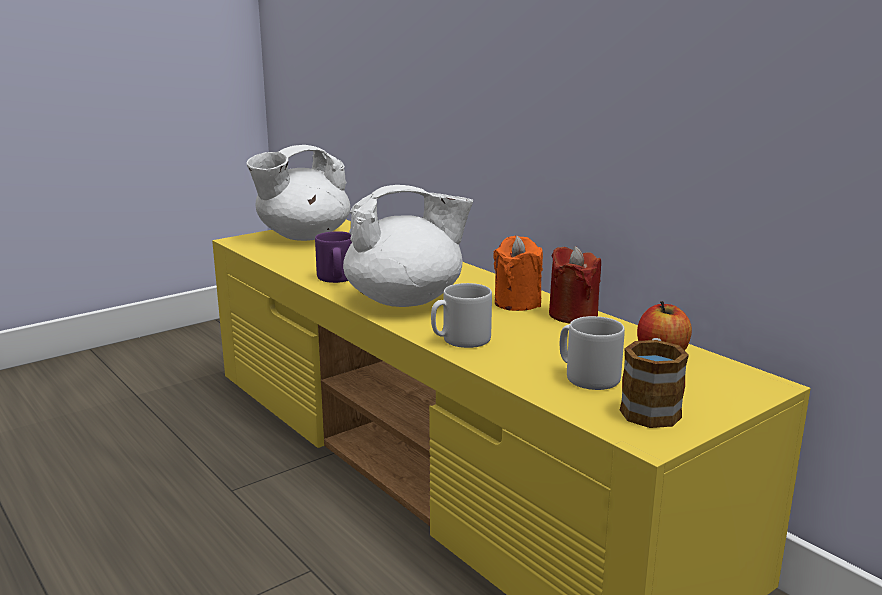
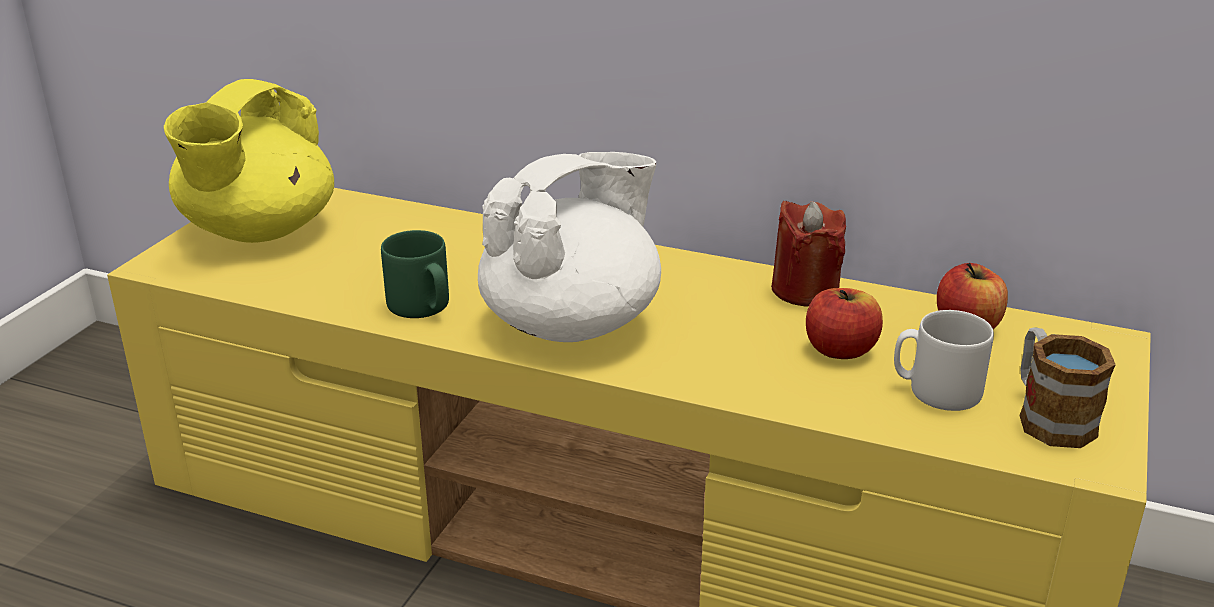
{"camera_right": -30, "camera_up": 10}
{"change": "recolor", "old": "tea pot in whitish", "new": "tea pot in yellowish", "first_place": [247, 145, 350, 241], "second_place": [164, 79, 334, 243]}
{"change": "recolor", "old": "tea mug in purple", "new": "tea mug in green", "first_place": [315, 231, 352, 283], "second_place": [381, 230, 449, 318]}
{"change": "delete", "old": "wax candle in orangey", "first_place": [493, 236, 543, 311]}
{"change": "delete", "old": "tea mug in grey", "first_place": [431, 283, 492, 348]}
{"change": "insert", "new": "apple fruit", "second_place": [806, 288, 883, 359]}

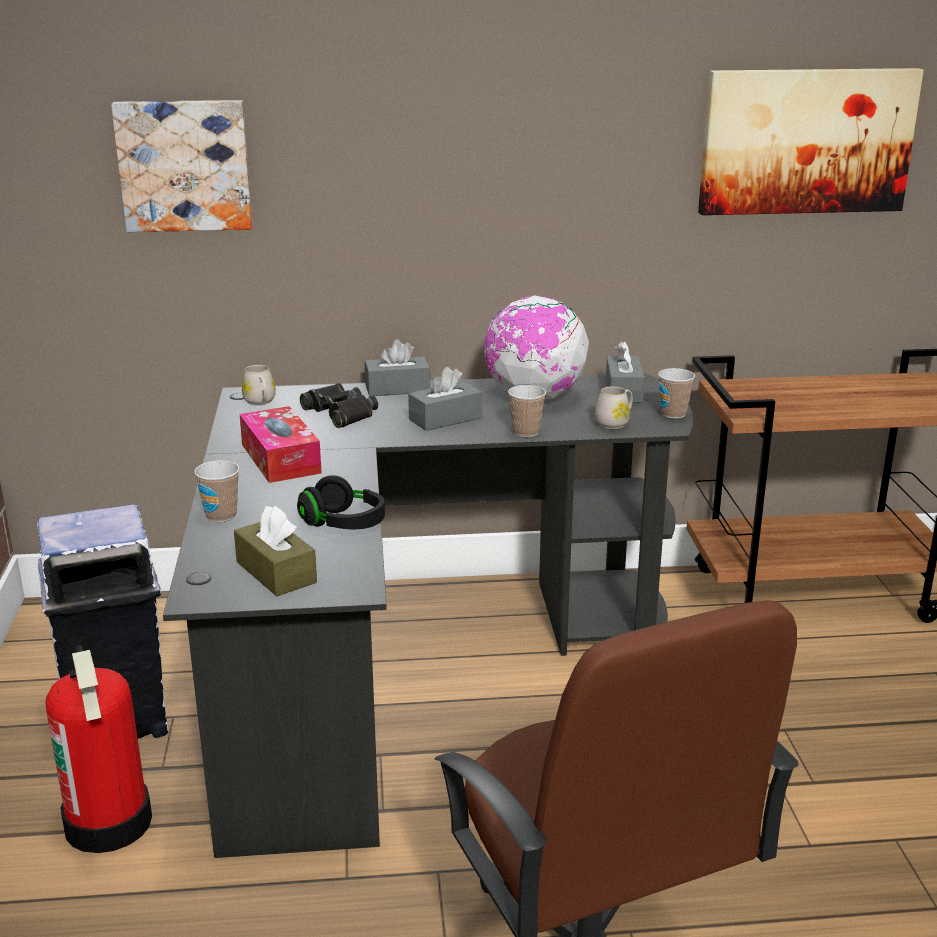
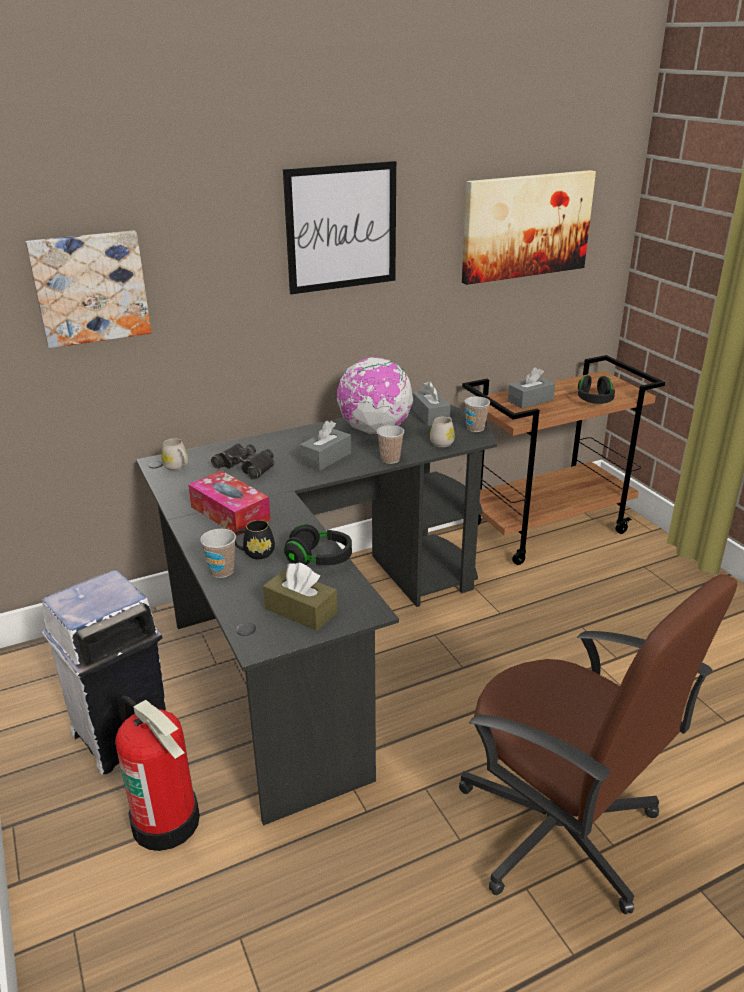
{"camera_right": -20, "camera_up": 5}
{"change": "move", "old": "tissue holder in grey", "first_place": [365, 339, 431, 396], "second_place": [508, 368, 555, 408]}
{"change": "insert", "new": "picture", "second_place": [283, 161, 396, 294]}
{"change": "insert", "new": "headset in blackish", "second_place": [578, 375, 615, 404]}
{"change": "insert", "new": "tea mug in blackish", "second_place": [234, 520, 275, 559]}

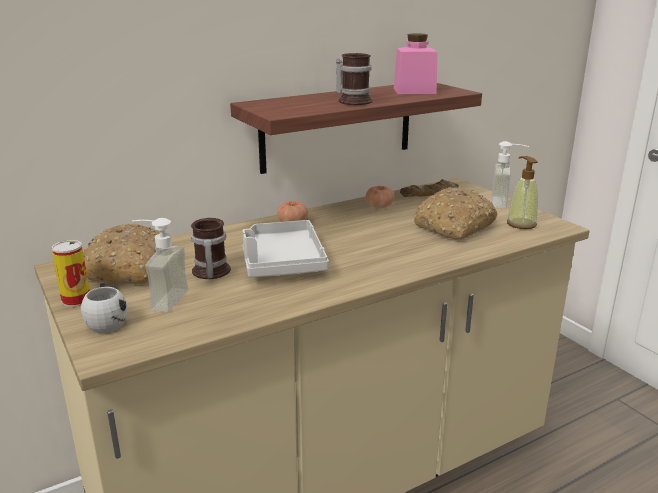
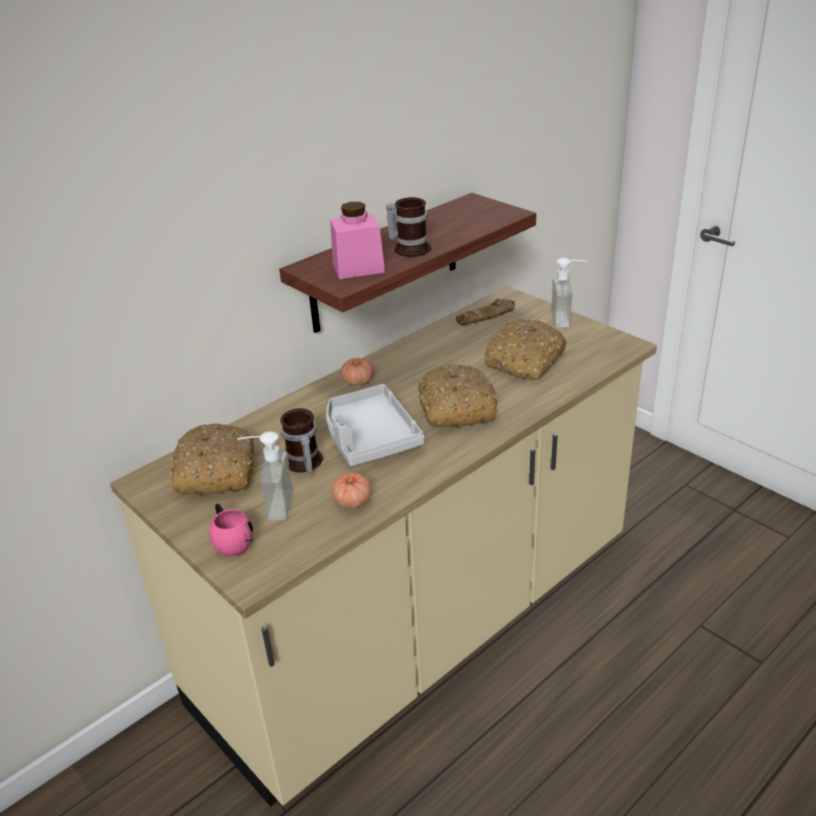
{"camera_right": -10, "camera_up": 10}
{"change": "move", "old": "storage jar in pinkish", "first_place": [394, 33, 437, 94], "second_place": [330, 202, 385, 279]}
{"change": "delete", "old": "liquid soap bottle", "first_place": [507, 156, 538, 229]}
{"change": "move", "old": "fresh tomato", "first_place": [366, 186, 395, 208], "second_place": [331, 473, 372, 508]}
{"change": "delete", "old": "metal can", "first_place": [51, 240, 90, 307]}
{"change": "recolor", "old": "tea mug in whitish", "new": "tea mug in pinkish", "first_place": [81, 283, 127, 333], "second_place": [209, 504, 253, 556]}
{"change": "insert", "new": "bread", "second_place": [418, 364, 498, 427]}

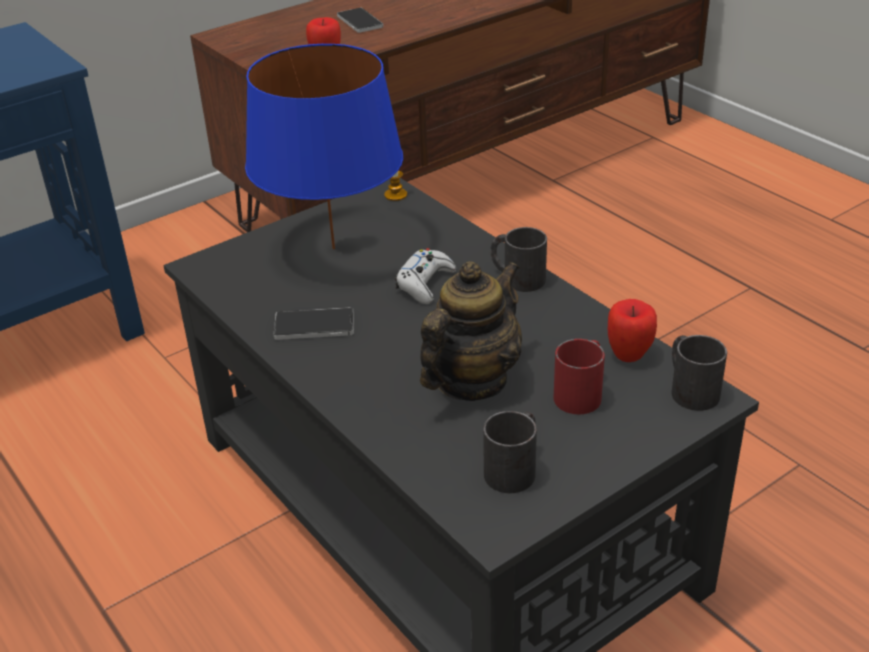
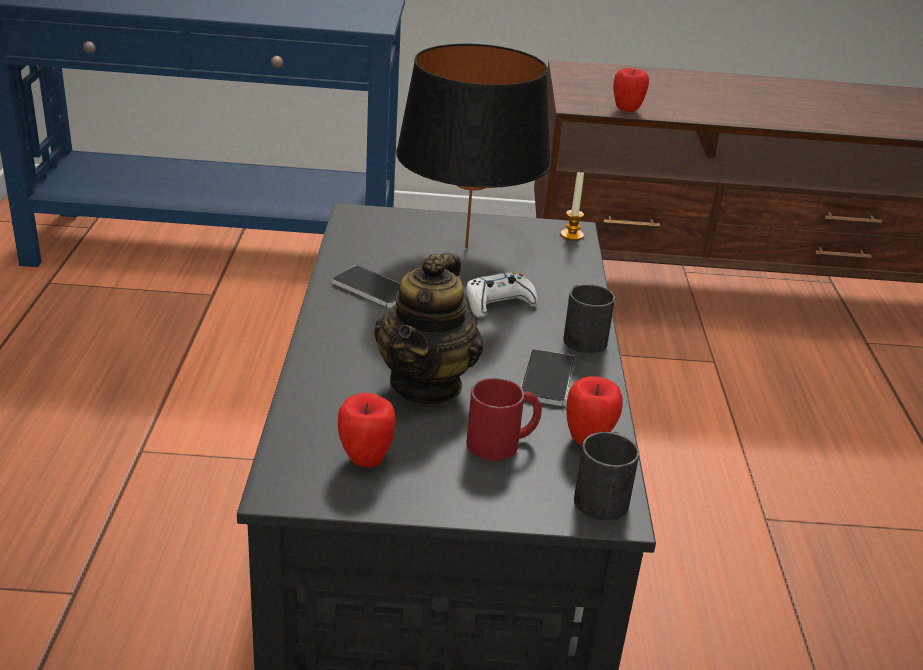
{"camera_right": 35, "camera_up": -5}
{"change": "move", "old": "handset", "first_place": [337, 8, 383, 33], "second_place": [521, 349, 575, 406]}
{"change": "recolor", "old": "tabletop lamp in blue", "new": "tabletop lamp in blackish", "first_place": [245, 44, 403, 249], "second_place": [396, 44, 551, 248]}
{"change": "rotate", "old": "tea pot", "first_place": [420, 261, 522, 401], "second_place": [374, 252, 483, 405], "degrees": 120}
{"change": "replace", "old": "tea mug in blackish", "new": "apple fruit", "first_place": [483, 411, 537, 493], "second_place": [338, 393, 396, 468]}

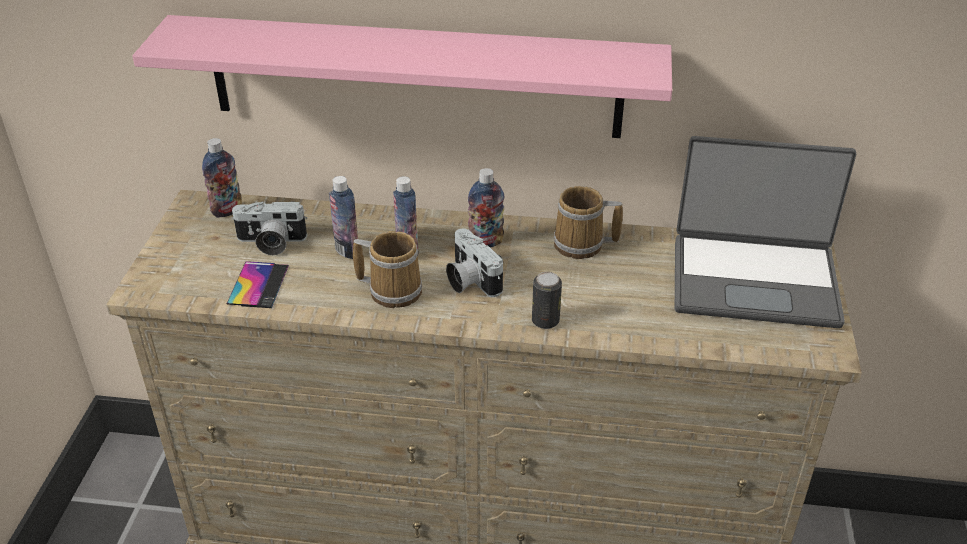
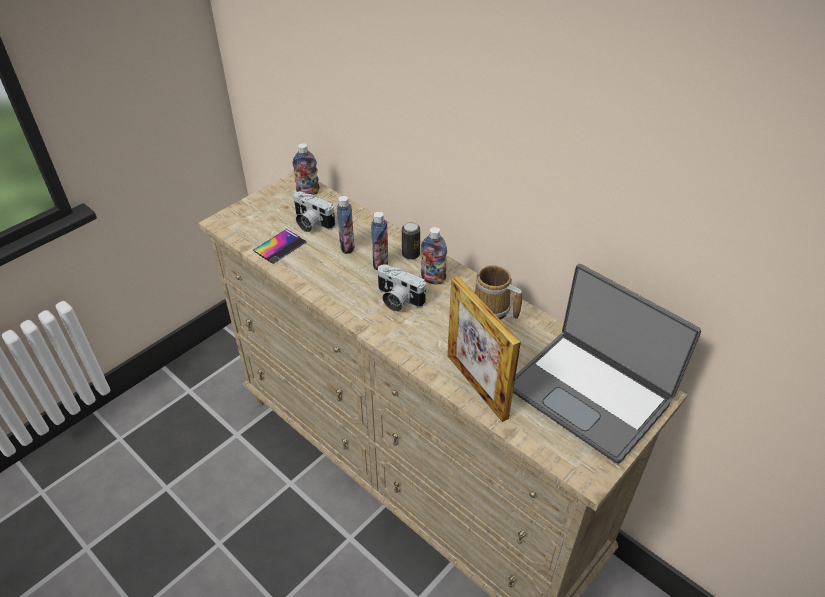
{"camera_right": 35, "camera_up": 5}
{"change": "delete", "old": "shelf in pinkish", "first_place": [132, 15, 672, 138]}
{"change": "rotate", "old": "still camera", "first_place": [446, 229, 503, 297], "second_place": [377, 264, 426, 312], "degrees": -60}
{"change": "delete", "old": "tea mug", "first_place": [353, 231, 422, 308]}
{"change": "move", "old": "metal can", "first_place": [532, 272, 562, 329], "second_place": [402, 222, 420, 260]}
{"change": "insert", "new": "picture frame", "second_place": [447, 276, 521, 422]}

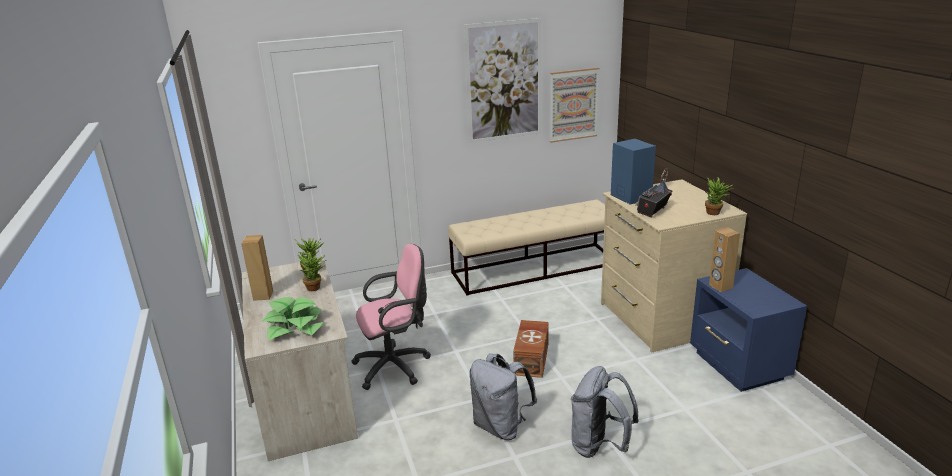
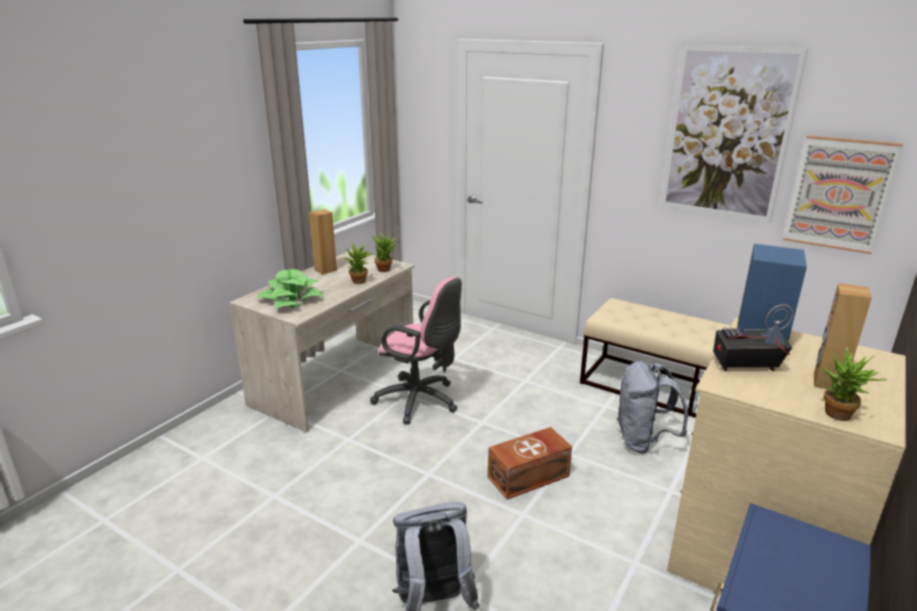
{"camera_right": 50, "camera_up": 0}
{"change": "move", "old": "loudspeaker in brown-coloured", "first_place": [709, 227, 740, 292], "second_place": [814, 283, 872, 389]}
{"change": "move", "old": "rucksack in grey", "first_place": [469, 354, 537, 440], "second_place": [616, 361, 688, 454]}

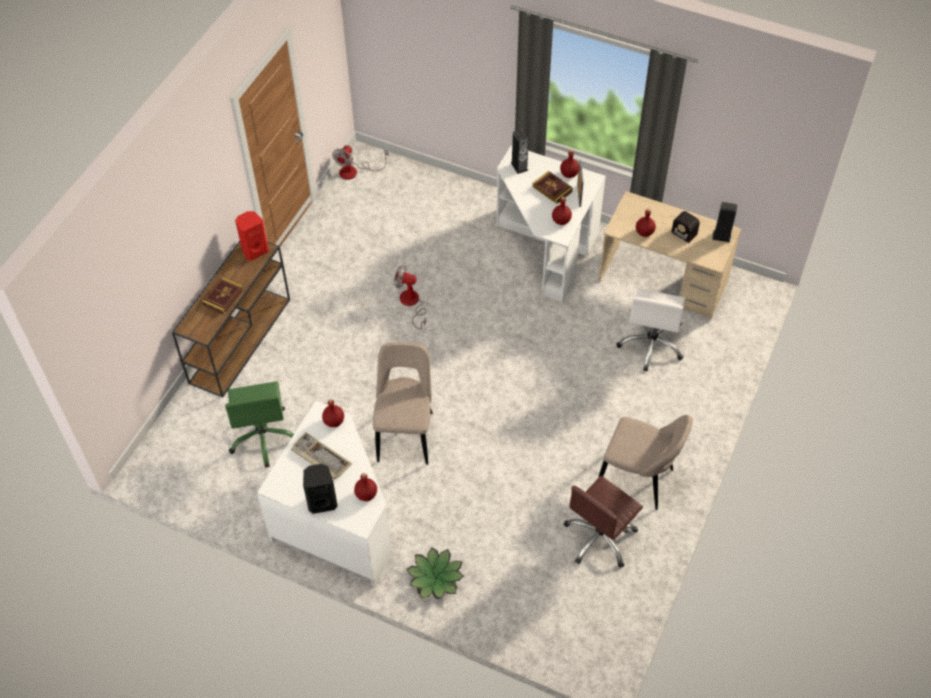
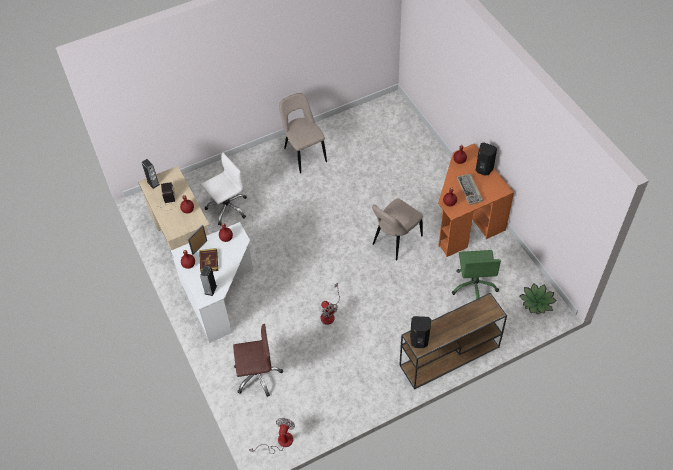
{"camera_right": -140, "camera_up": 0}
{"change": "rotate", "old": "electric fan", "first_place": [332, 145, 389, 180], "second_place": [249, 418, 295, 454], "degrees": -45}
{"change": "recolor", "old": "loudspeaker in reddish", "new": "loudspeaker in blackish", "first_place": [235, 211, 269, 261], "second_place": [410, 316, 431, 348]}
{"change": "delete", "old": "book", "first_place": [202, 277, 244, 314]}
{"change": "rotate", "old": "desk chair in green", "first_place": [225, 381, 294, 468], "second_place": [452, 250, 501, 299], "degrees": 150}
{"change": "recolor", "old": "desk table in whitish", "new": "desk table in orangey", "first_place": [257, 401, 392, 586], "second_place": [438, 144, 514, 257]}
{"change": "move", "old": "desk chair in brown-coloured", "first_place": [564, 476, 643, 568], "second_place": [233, 324, 283, 397]}
{"change": "move", "old": "plant in a pot", "first_place": [406, 547, 464, 600], "second_place": [520, 284, 557, 315]}

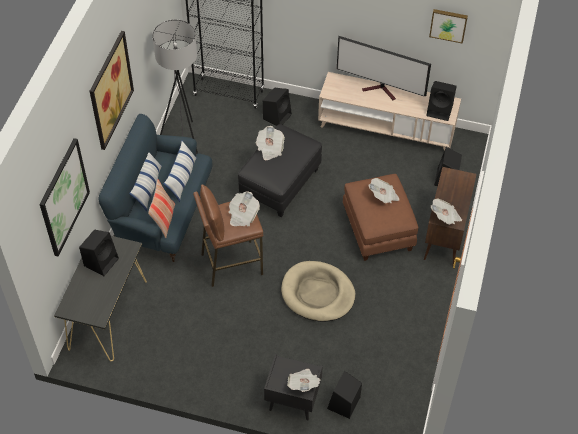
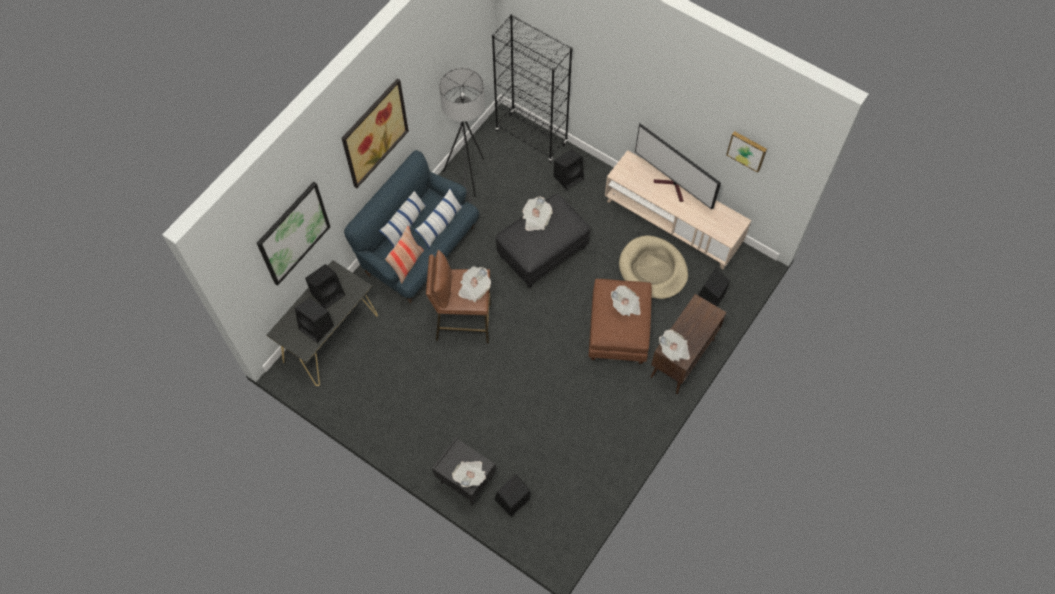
{"camera_right": 20, "camera_up": 10}
{"change": "move", "old": "loudspeaker in blackish", "first_place": [426, 81, 457, 121], "second_place": [295, 298, 334, 343]}
{"change": "move", "old": "dog bed in sand-coloured", "first_place": [281, 261, 356, 322], "second_place": [619, 235, 688, 299]}

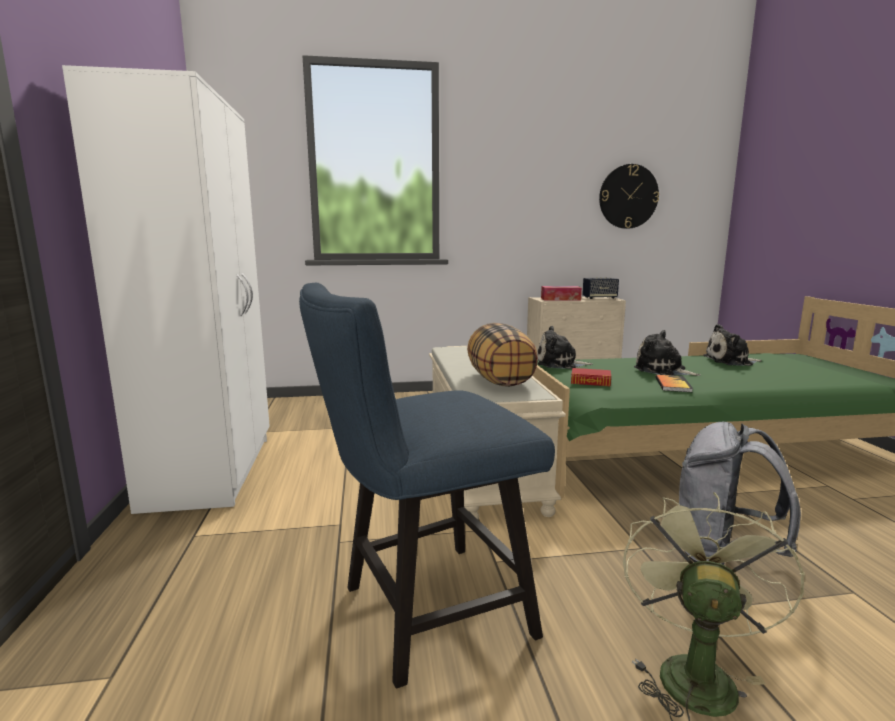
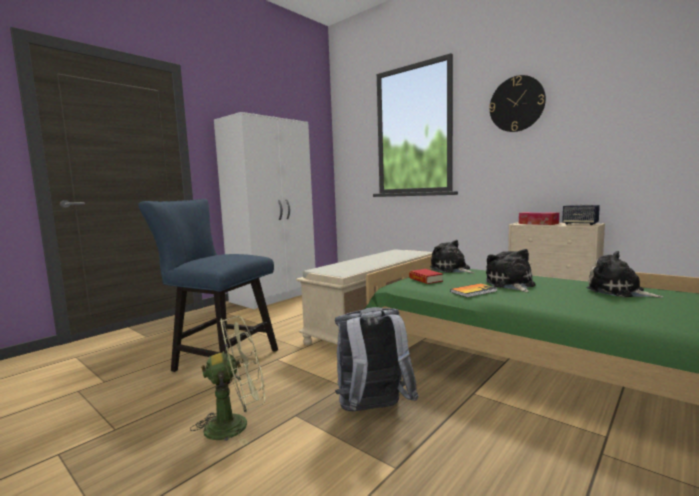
{"camera_right": 50, "camera_up": -5}
{"change": "move", "old": "hanging clock", "first_place": [599, 164, 659, 229], "second_place": [489, 75, 546, 132]}
{"change": "delete", "old": "pillow", "first_place": [467, 323, 538, 387]}

